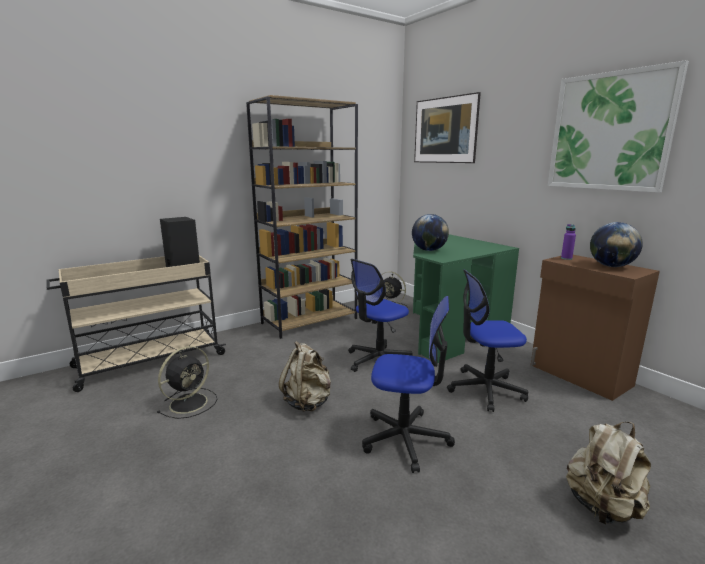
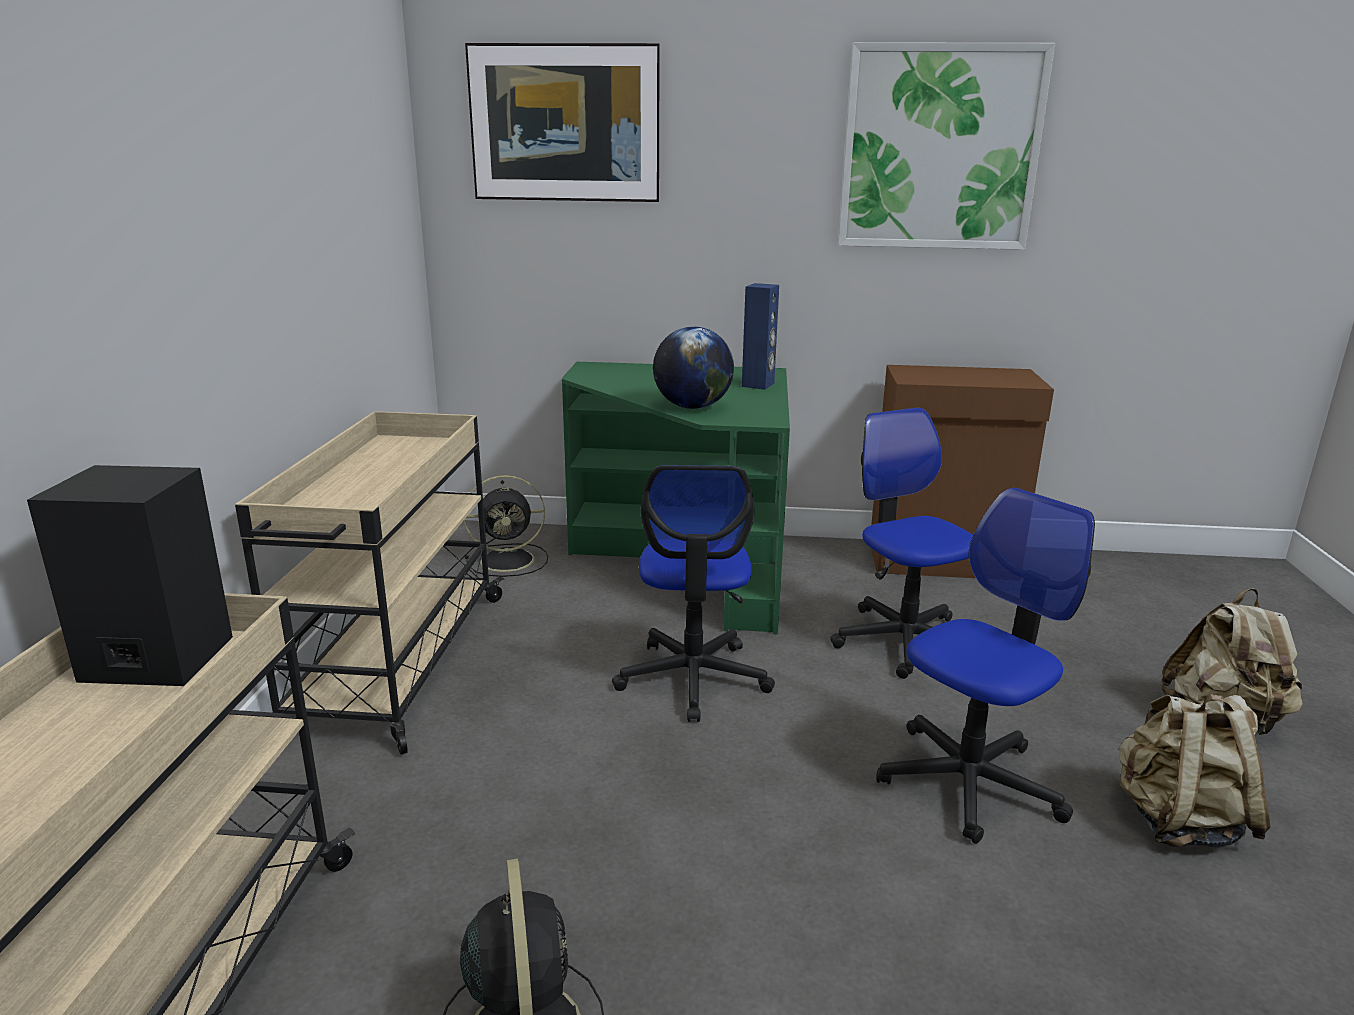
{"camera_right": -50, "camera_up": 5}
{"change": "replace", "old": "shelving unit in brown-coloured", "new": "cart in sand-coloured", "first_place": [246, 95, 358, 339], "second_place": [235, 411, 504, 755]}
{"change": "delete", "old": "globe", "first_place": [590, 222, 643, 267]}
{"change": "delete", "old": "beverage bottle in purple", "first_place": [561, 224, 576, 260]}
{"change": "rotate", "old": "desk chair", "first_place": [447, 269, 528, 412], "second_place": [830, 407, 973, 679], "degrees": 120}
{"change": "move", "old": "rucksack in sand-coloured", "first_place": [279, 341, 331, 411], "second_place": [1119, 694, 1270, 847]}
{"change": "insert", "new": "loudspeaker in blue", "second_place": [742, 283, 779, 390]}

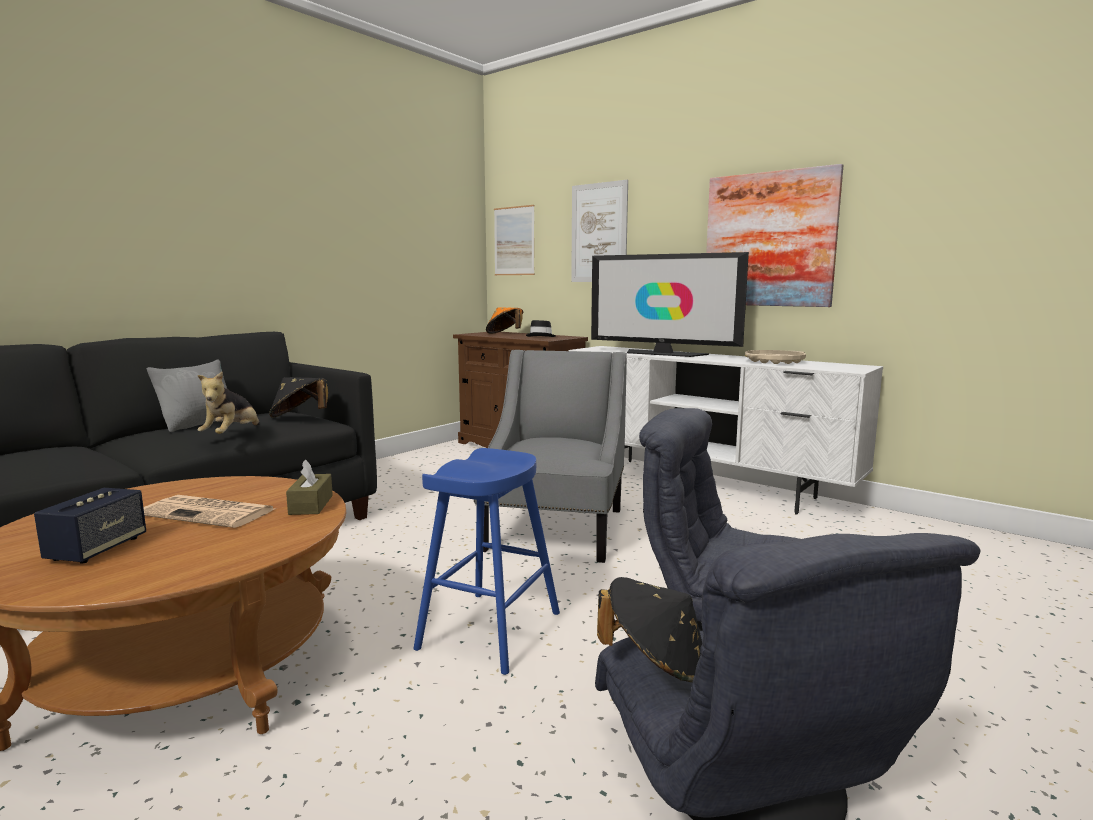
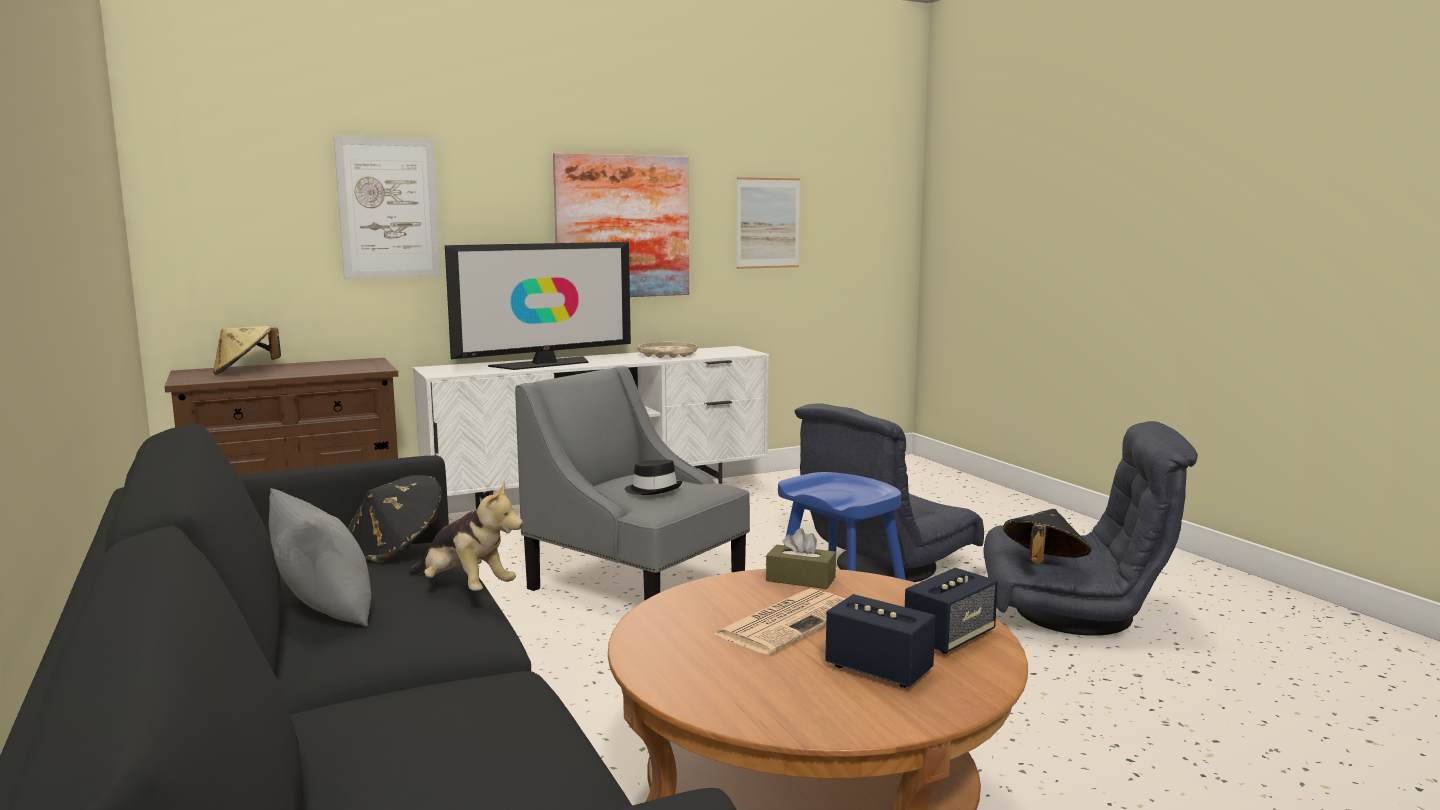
{"camera_right": -65, "camera_up": 0}
{"change": "move", "old": "picture", "first_place": [494, 205, 535, 275], "second_place": [737, 177, 800, 269]}
{"change": "recolor", "old": "wearable hat in orangey", "new": "wearable hat in sand-coloured", "first_place": [486, 307, 523, 334], "second_place": [213, 326, 281, 375]}
{"change": "move", "old": "wearable hat in blackish", "first_place": [526, 320, 556, 337], "second_place": [625, 460, 682, 495]}
{"change": "insert", "new": "loudspeaker", "second_place": [905, 568, 998, 654]}

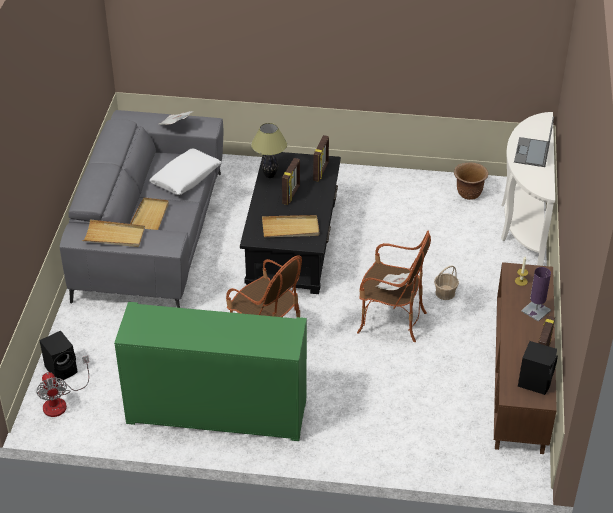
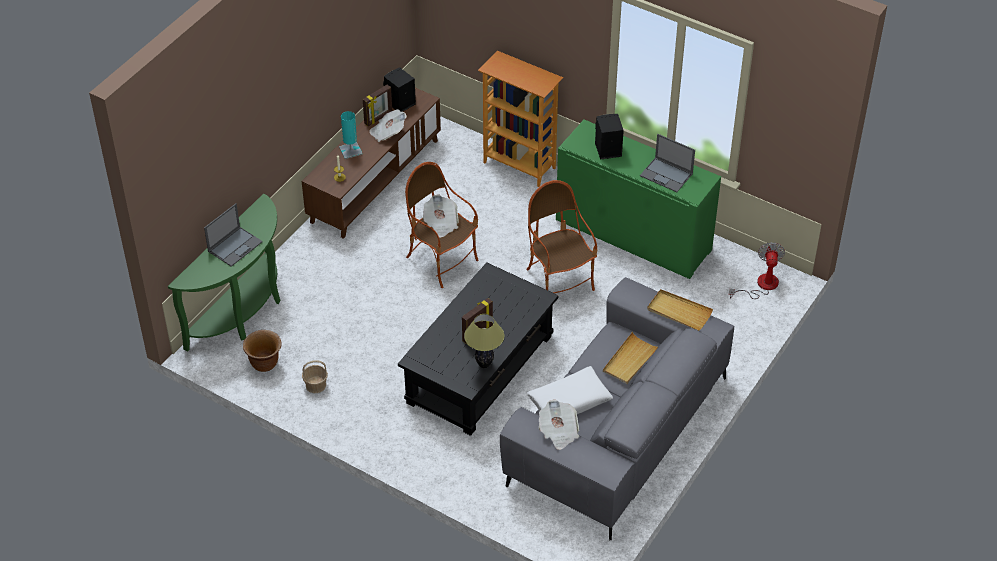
{"camera_right": -155, "camera_up": 5}
{"change": "recolor", "old": "console table in whitish", "new": "console table in green", "first_place": [501, 112, 555, 266], "second_place": [168, 193, 280, 351]}
{"change": "delete", "old": "picture frame", "first_place": [313, 135, 329, 182]}
{"change": "delete", "old": "serving tray in sand-coloured", "first_place": [262, 215, 320, 237]}
{"change": "move", "old": "household basket", "first_place": [434, 265, 459, 300], "second_place": [302, 360, 328, 393]}
{"change": "recolor", "old": "tabletop lamp in purple", "new": "tabletop lamp in blue-green", "first_place": [521, 267, 551, 322], "second_place": [339, 111, 363, 159]}
{"change": "move", "old": "loudspeaker in blackish", "first_place": [39, 331, 78, 382], "second_place": [595, 114, 624, 159]}
{"change": "insert", "new": "shelving unit", "second_place": [478, 51, 563, 187]}
{"change": "insert", "new": "daily paper", "second_place": [369, 109, 407, 142]}
{"change": "insert", "new": "notebook computer", "second_place": [640, 134, 695, 192]}

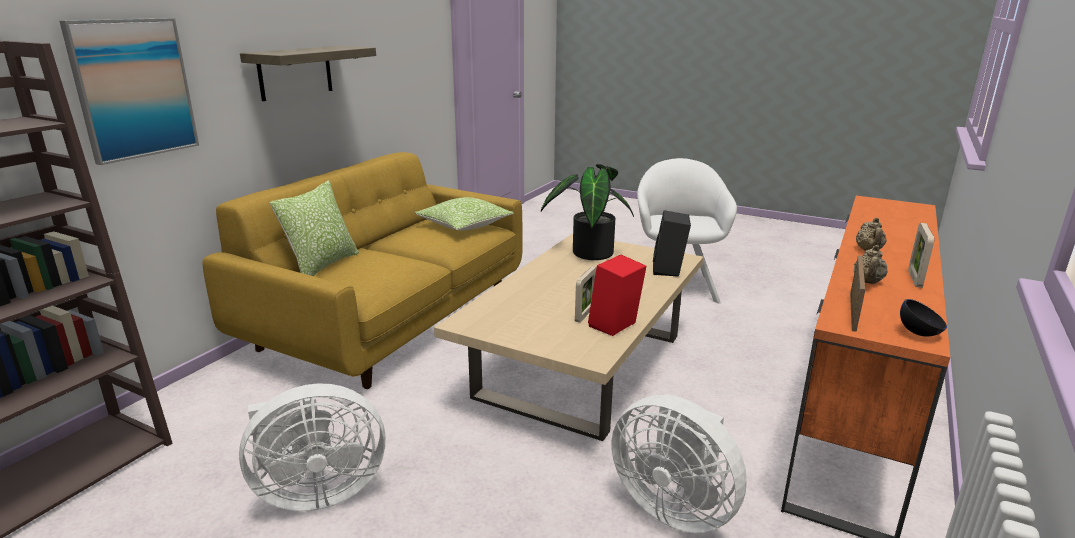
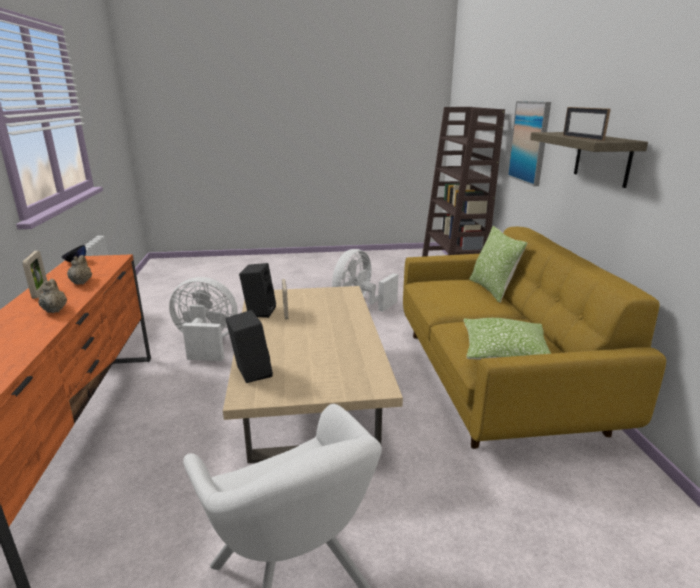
{"camera_right": 145, "camera_up": 0}
{"change": "delete", "old": "plant in a pot", "first_place": [541, 164, 634, 260]}
{"change": "recolor", "old": "loudspeaker in reddish", "new": "loudspeaker in blackish", "first_place": [588, 255, 646, 336], "second_place": [239, 263, 276, 318]}
{"change": "move", "old": "picture frame", "first_place": [850, 255, 865, 332], "second_place": [563, 107, 611, 141]}

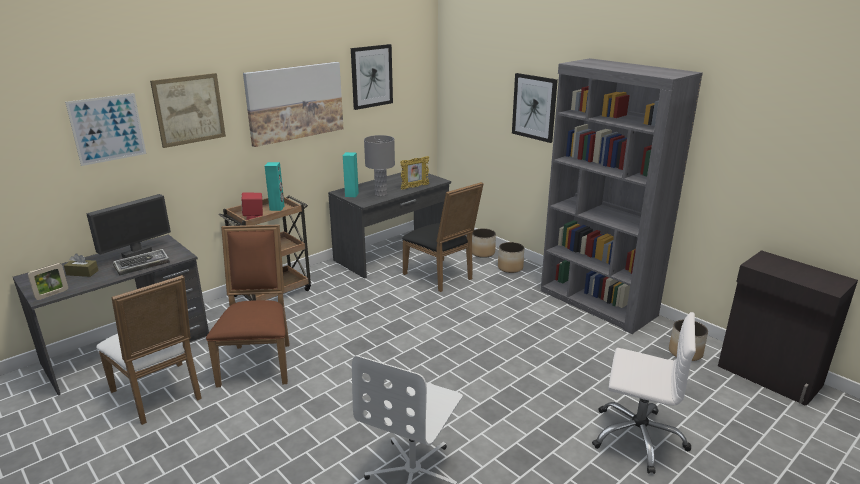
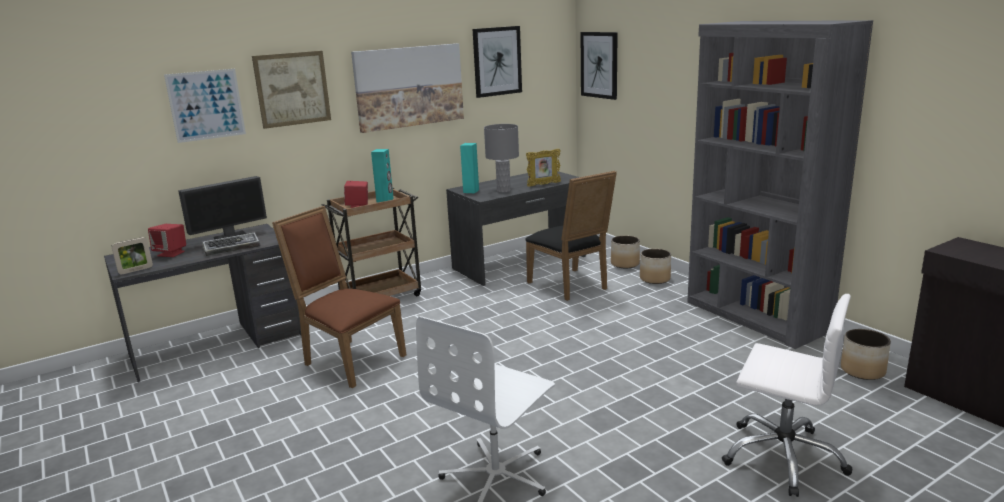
{"camera_right": 10, "camera_up": -5}
{"change": "move", "old": "picture", "first_place": [512, 73, 558, 143], "second_place": [581, 32, 618, 100]}
{"change": "rotate", "old": "chair in brown-coloured", "first_place": [206, 225, 290, 387], "second_place": [272, 206, 406, 388], "degrees": -60}
{"change": "replace", "old": "tissue holder in brown-coloured", "new": "loudspeaker in reddish", "first_place": [64, 253, 99, 277], "second_place": [148, 224, 186, 257]}
{"change": "delete", "old": "chair in whitish", "first_place": [96, 275, 202, 425]}

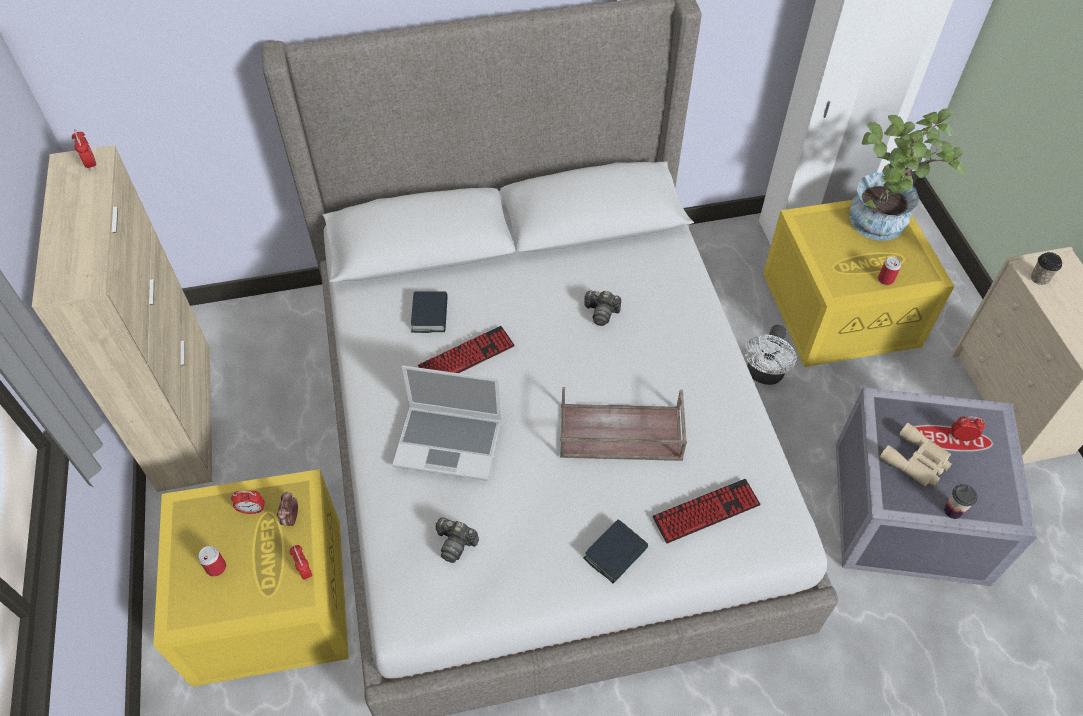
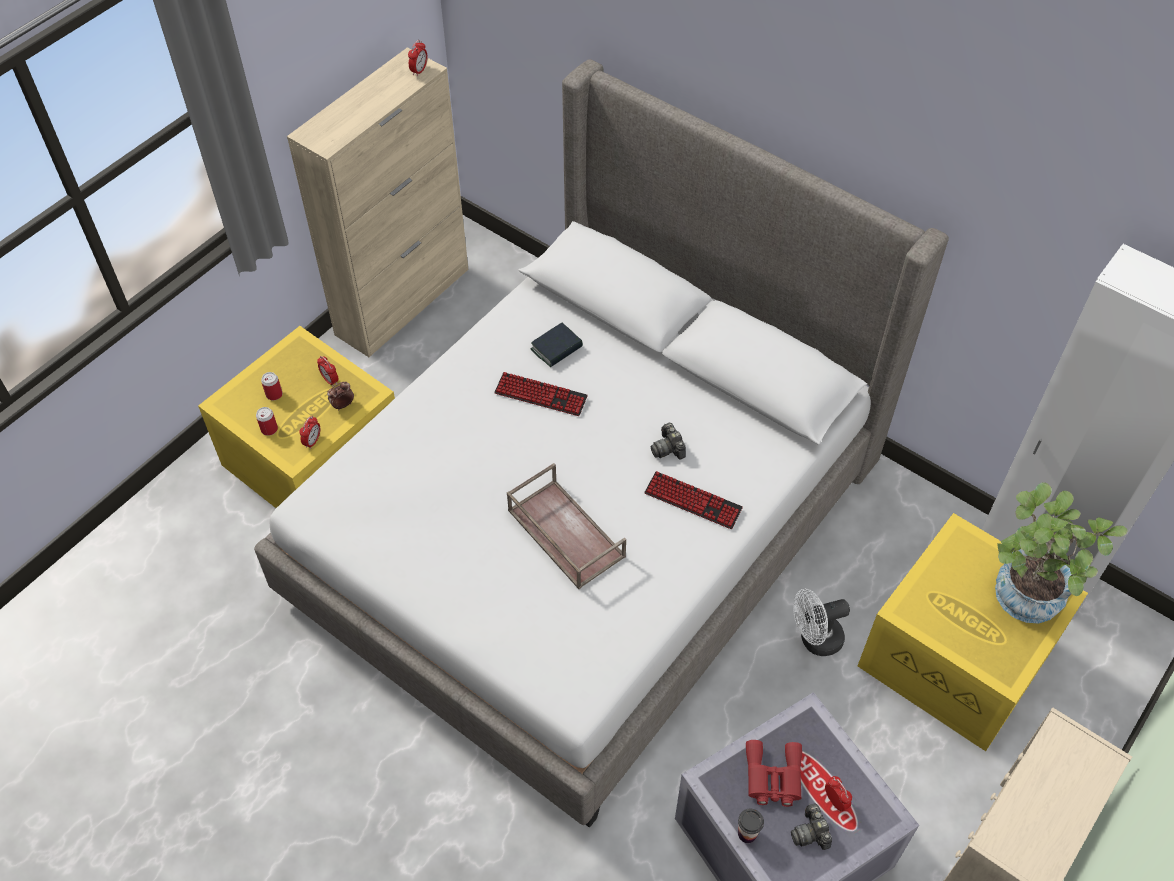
{"camera_right": 50, "camera_up": 0}
{"change": "delete", "old": "cup", "first_place": [1031, 252, 1062, 285]}
{"change": "move", "old": "metal can", "first_place": [878, 257, 901, 285], "second_place": [256, 407, 278, 436]}
{"change": "delete", "old": "notebook computer", "first_place": [392, 365, 502, 481]}
{"change": "recolor", "old": "binoculars in sand-coloured", "new": "binoculars in reddish", "first_place": [879, 423, 952, 487], "second_place": [746, 740, 802, 807]}
{"change": "move", "old": "computer keyboard", "first_place": [652, 479, 760, 543], "second_place": [644, 471, 743, 529]}
{"change": "move", "old": "still camera", "first_place": [435, 517, 479, 563], "second_place": [791, 803, 832, 850]}
{"change": "delete", "old": "book", "first_place": [583, 519, 648, 583]}

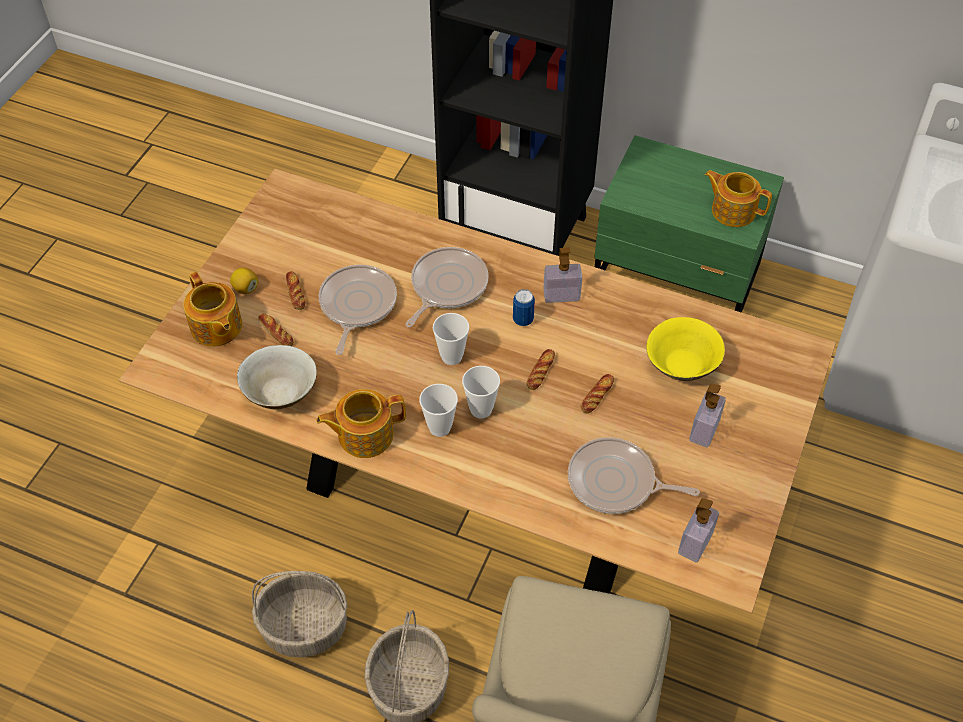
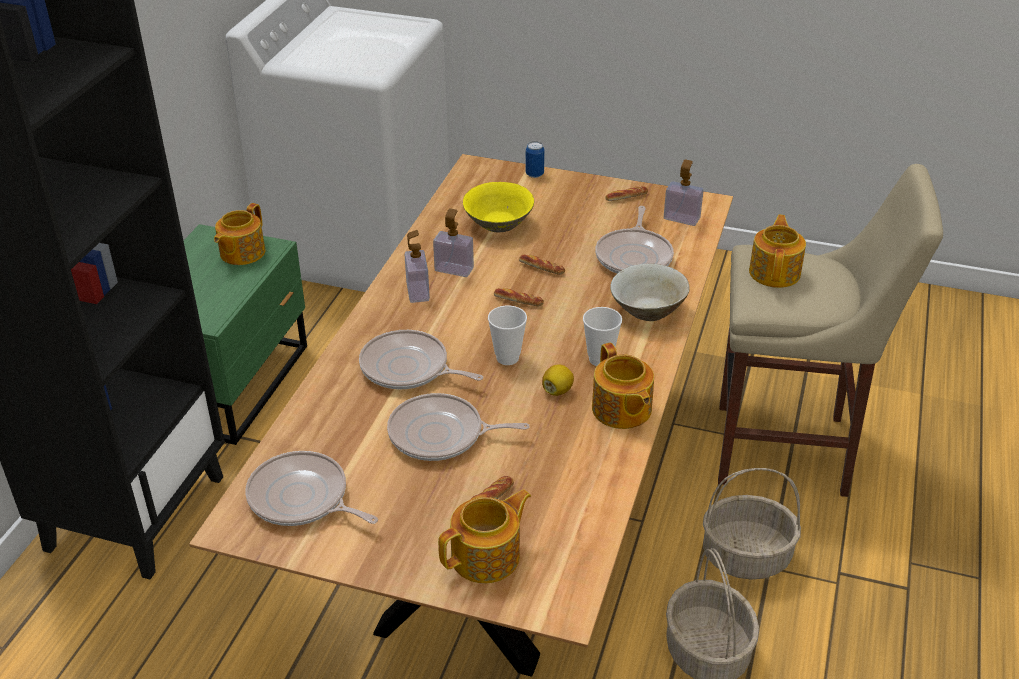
{"camera_right": -95, "camera_up": -15}
{"change": "move", "old": "citrus fruit", "first_place": [230, 268, 258, 294], "second_place": [542, 364, 574, 396]}
{"change": "move", "old": "bread", "first_place": [285, 271, 305, 310], "second_place": [605, 186, 648, 201]}
{"change": "move", "old": "metal can", "first_place": [513, 289, 535, 326], "second_place": [526, 141, 545, 178]}
{"change": "move", "old": "bowl in sand-coloured", "first_place": [237, 345, 317, 409], "second_place": [610, 264, 690, 321]}
{"change": "delete", "old": "cup", "first_place": [462, 366, 500, 419]}
{"change": "move", "old": "liquid soap bottle", "first_place": [689, 384, 726, 448], "second_place": [433, 208, 474, 277]}
{"change": "insert", "new": "tea pot", "second_place": [749, 215, 806, 288]}
{"change": "insert", "new": "frying pan", "second_place": [245, 451, 378, 526]}

